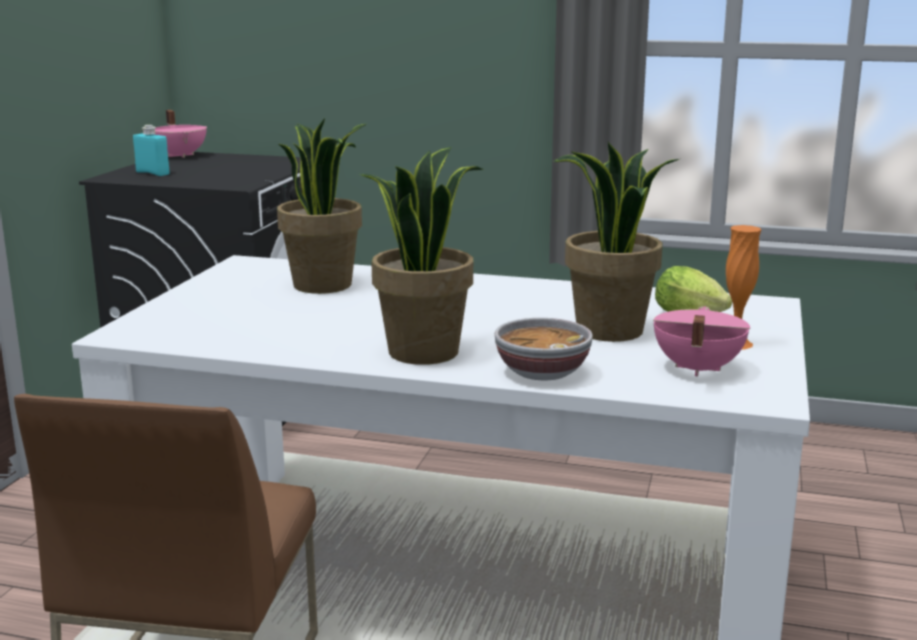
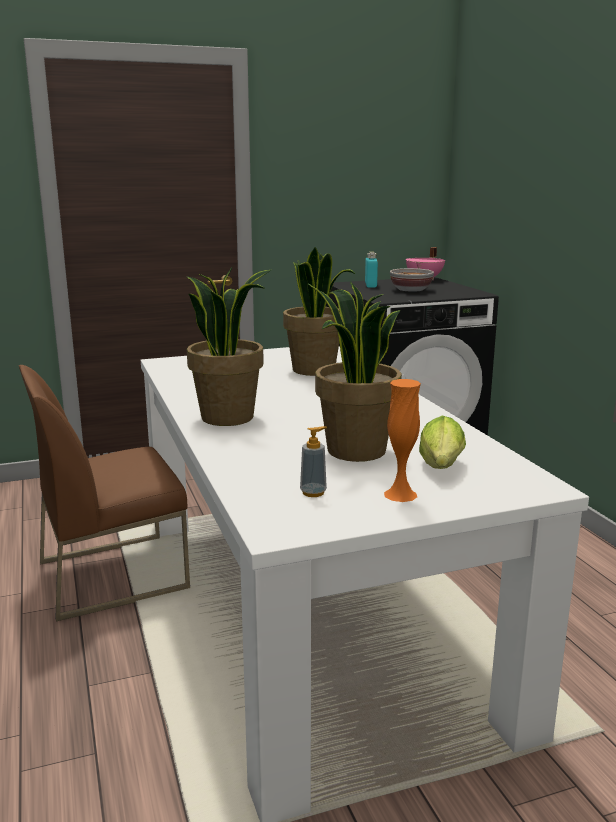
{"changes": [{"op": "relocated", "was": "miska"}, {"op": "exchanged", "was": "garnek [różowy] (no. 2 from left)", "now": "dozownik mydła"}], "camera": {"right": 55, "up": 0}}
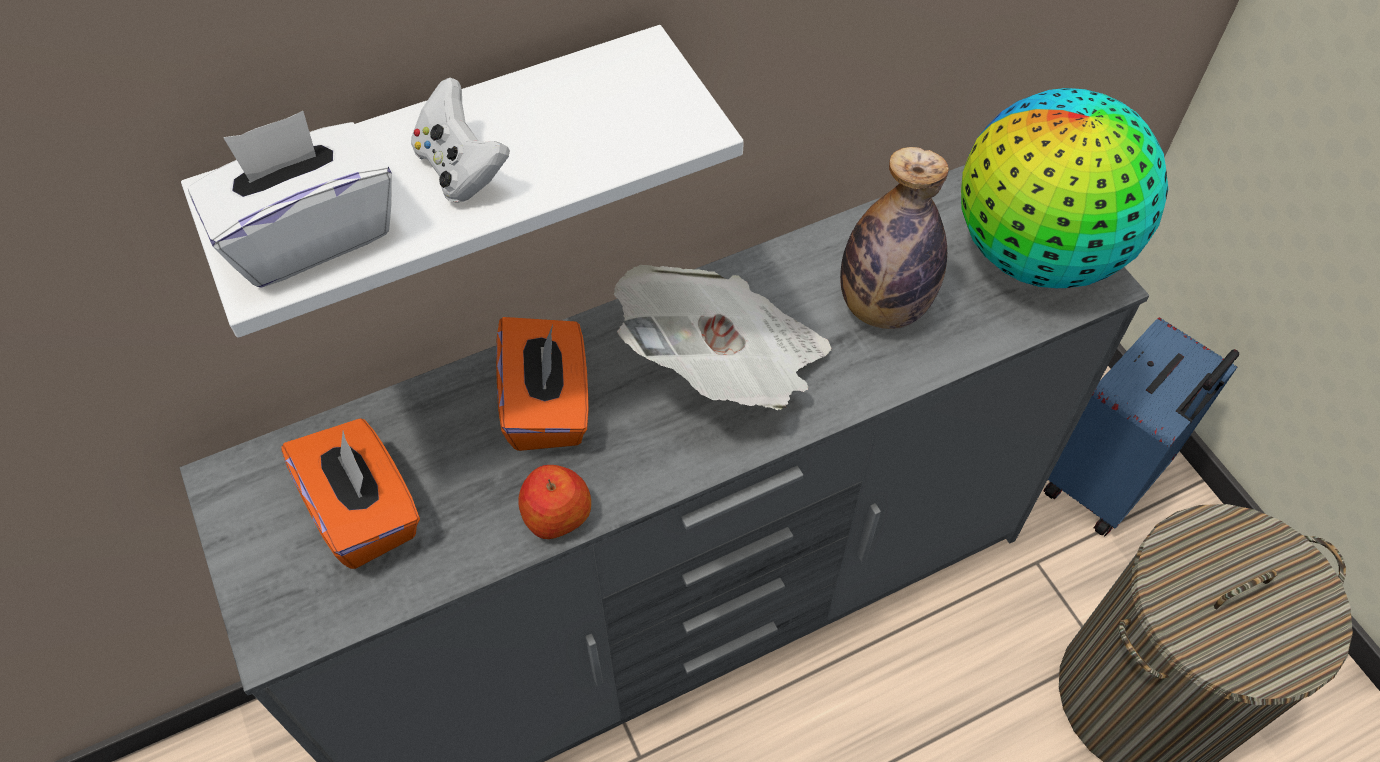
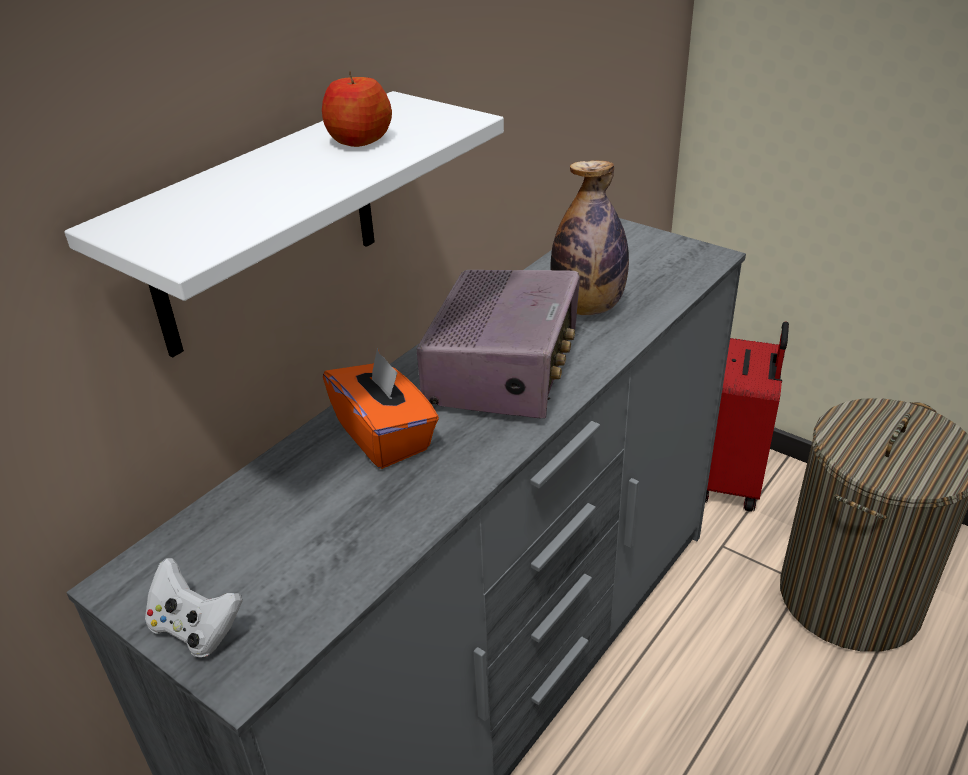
{"changes": [{"op": "missing", "was": "pudełko chusteczek [biały]"}, {"op": "missing", "was": "pudełko chusteczek [pomarańczowy] (no. 1 from left)"}, {"op": "missing", "was": "globus"}, {"op": "relocated", "was": "pad do gier [biały]"}, {"op": "relocated", "was": "jabłko"}, {"op": "exchanged", "was": "gazeta", "now": "radio"}, {"op": "colour", "was": "walizka [niebieski]", "now": "walizka [czerwony]"}], "camera": {"right": -25, "up": -20}}
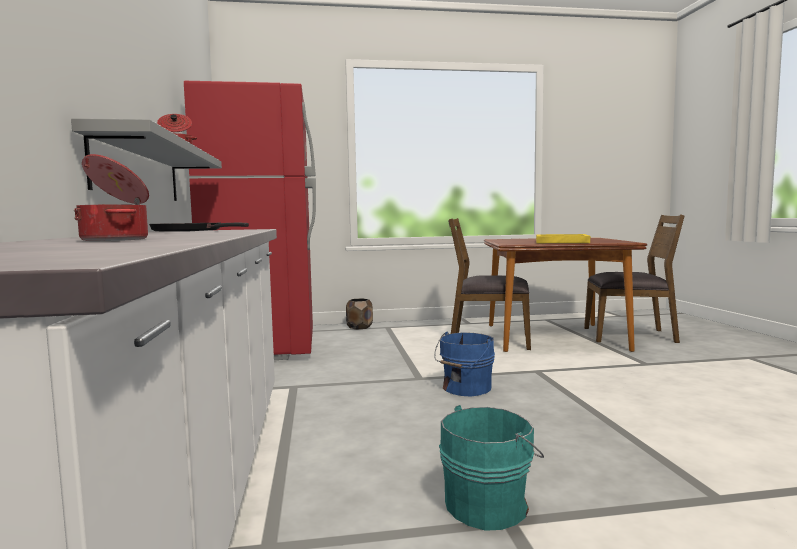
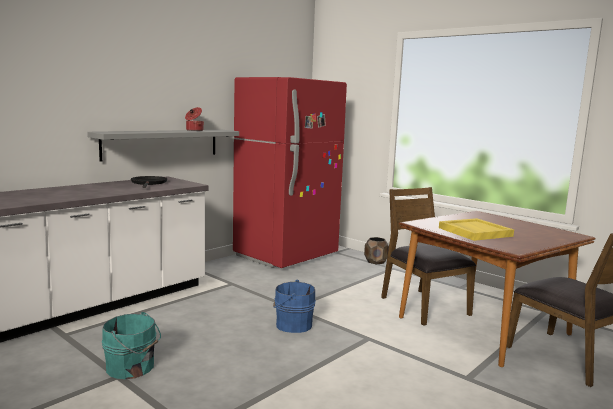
{"changes": [{"op": "missing", "was": "garnek (no. 1 from left)"}], "camera": {"right": 50, "up": 5}}
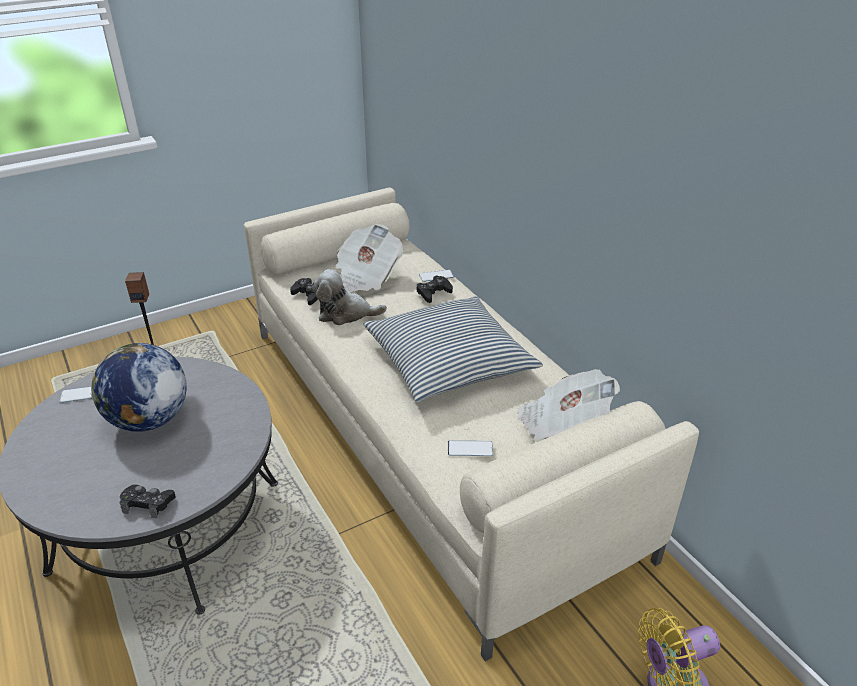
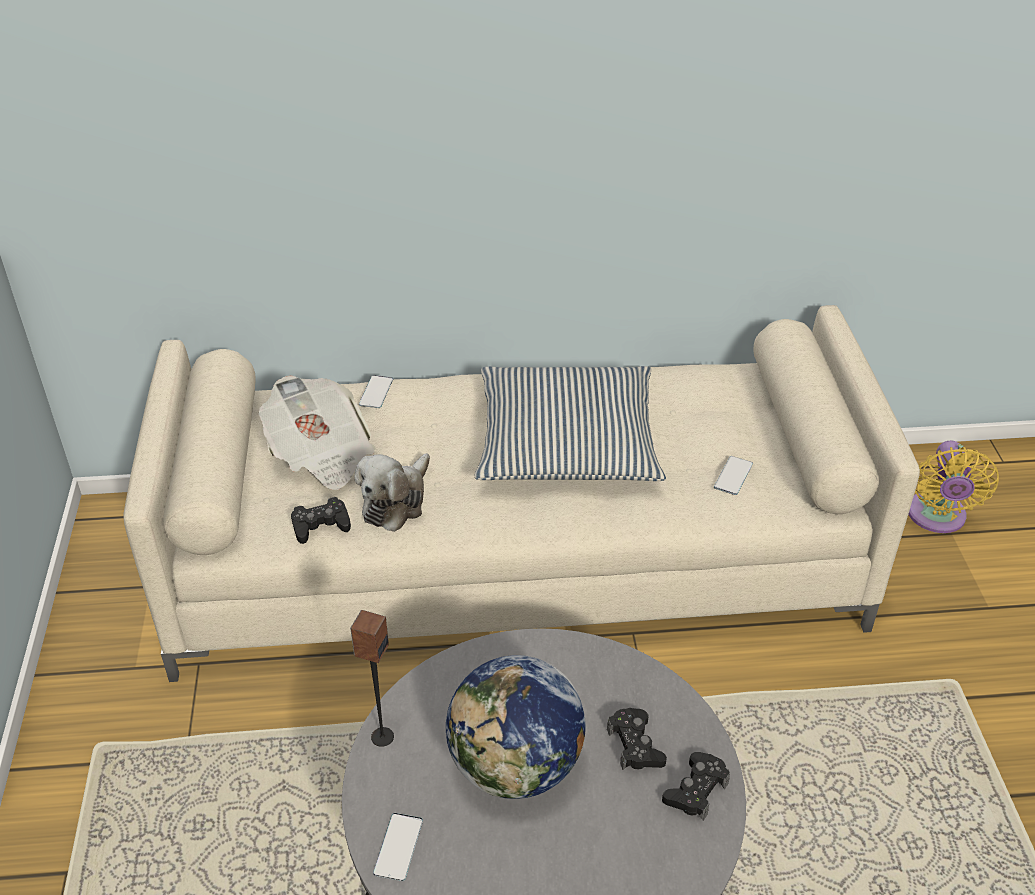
{"changes": [{"op": "missing", "was": "gazeta (no. 2 from left)"}, {"op": "relocated", "was": "pad do gier [czarny] (no. 3 from left in the first image)", "now": "pad do gier [czarny] (no. 2 from left)"}], "camera": {"right": -65, "up": 5}}
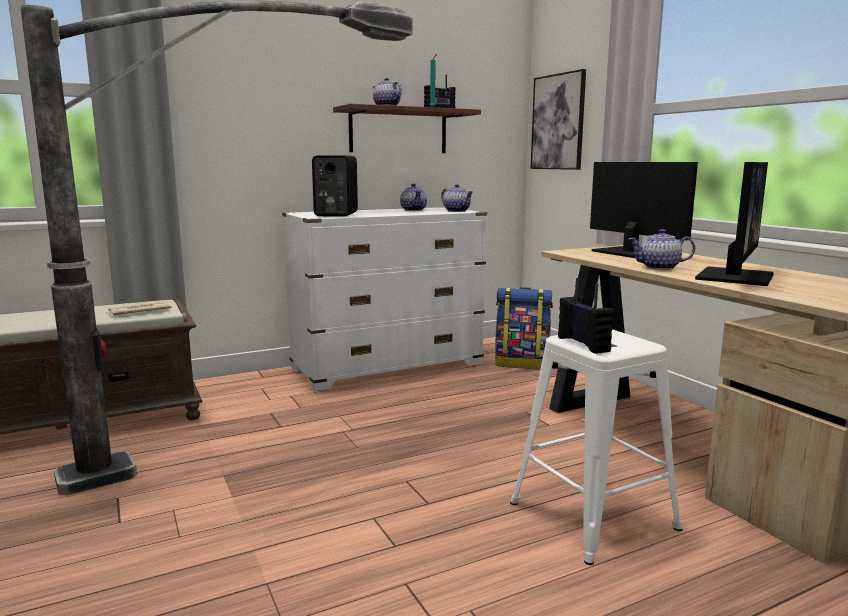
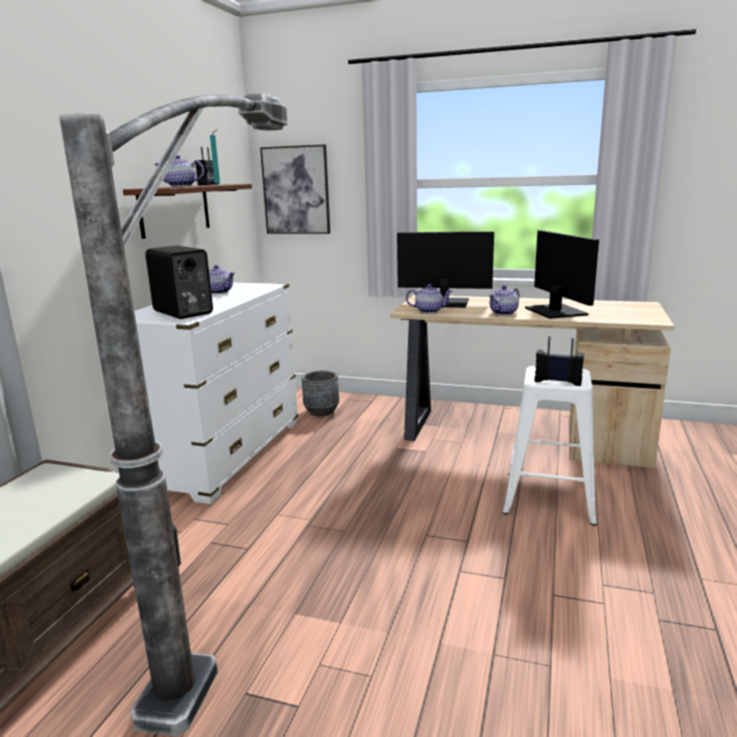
{"changes": [{"op": "missing", "was": "gazeta"}, {"op": "relocated", "was": "imbryk (no. 3 from left)"}, {"op": "exchanged", "was": "plecak", "now": "donica [szary]"}], "camera": {"right": -45, "up": 5}}
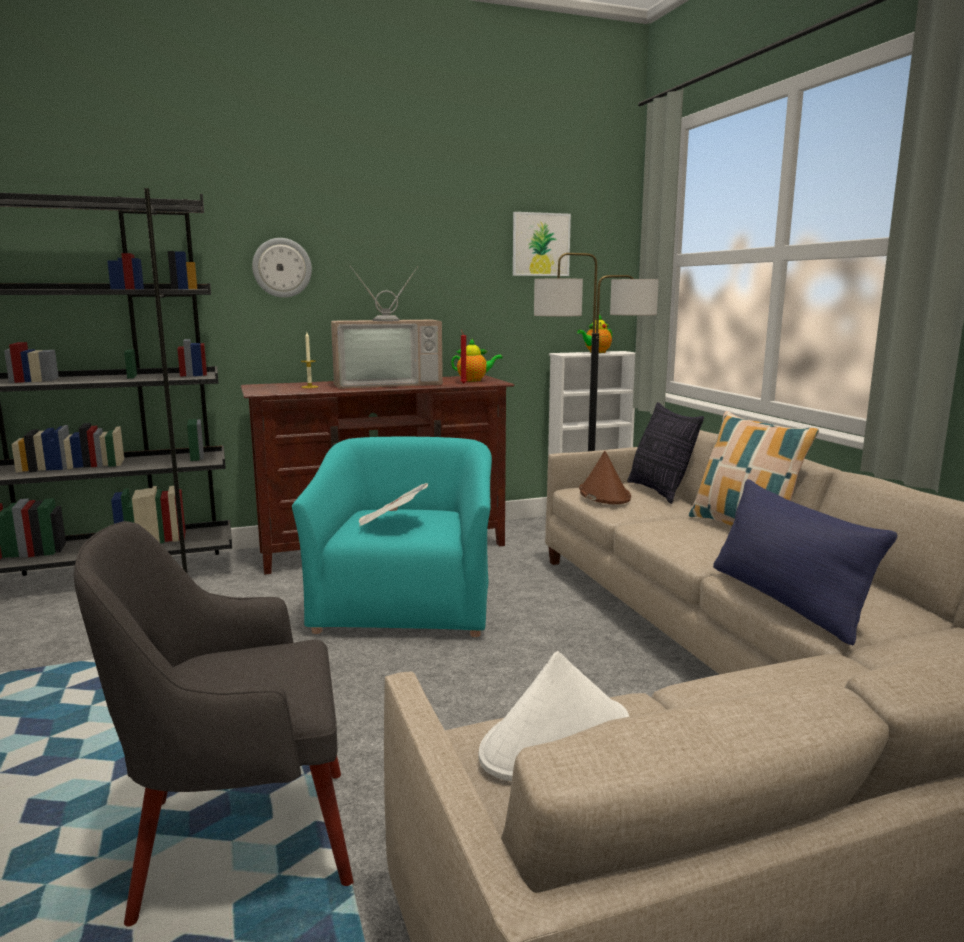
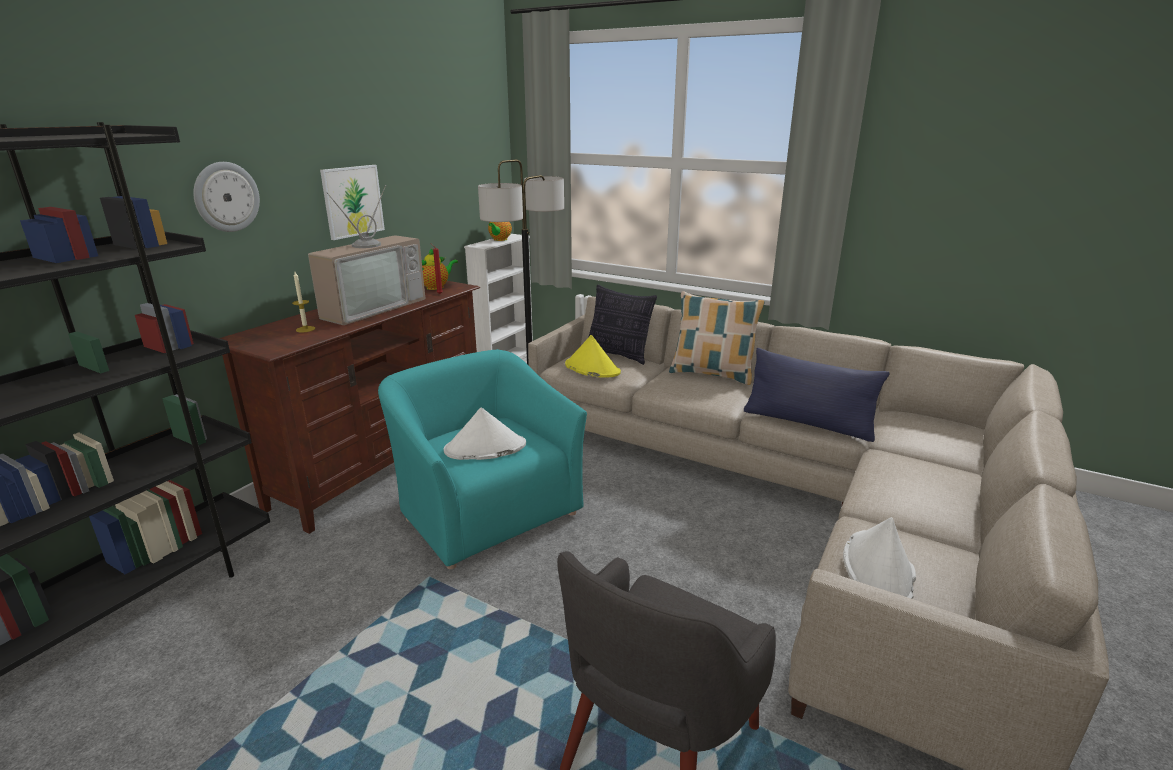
{"changes": [{"op": "relocated", "was": "obraz"}, {"op": "exchanged", "was": "gazeta", "now": "kapelusz [biały] (no. 1 from left)"}, {"op": "colour", "was": "kapelusz [brązowy]", "now": "kapelusz [żółty]"}], "camera": {"right": -40, "up": 10}}
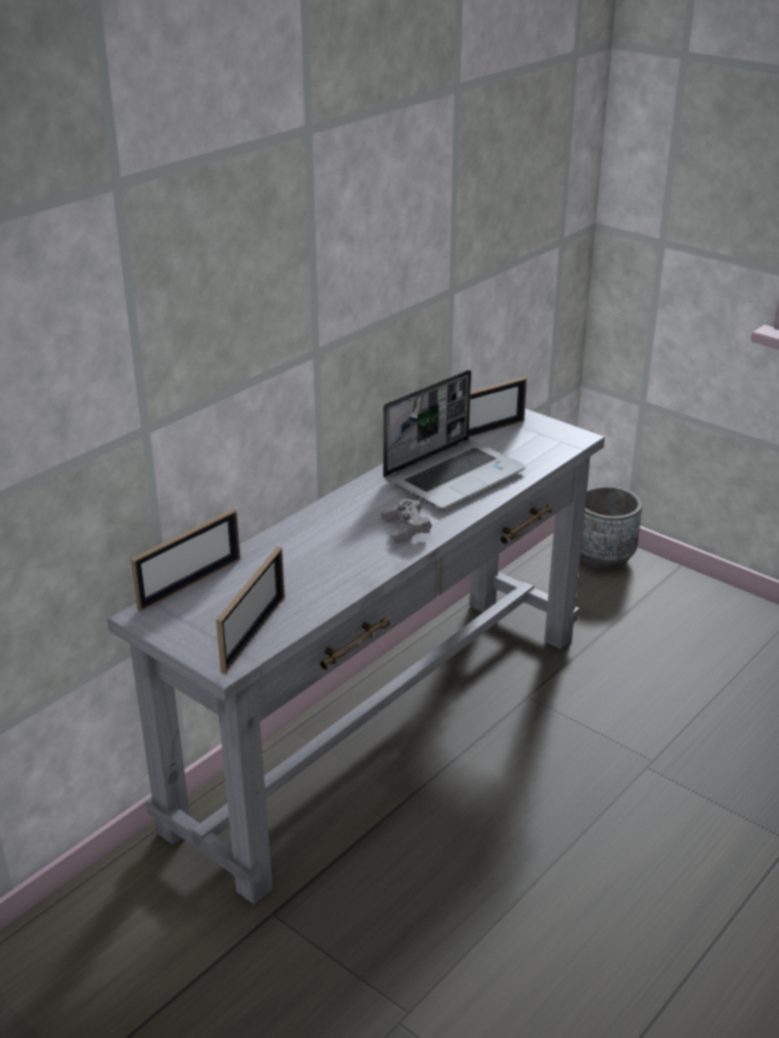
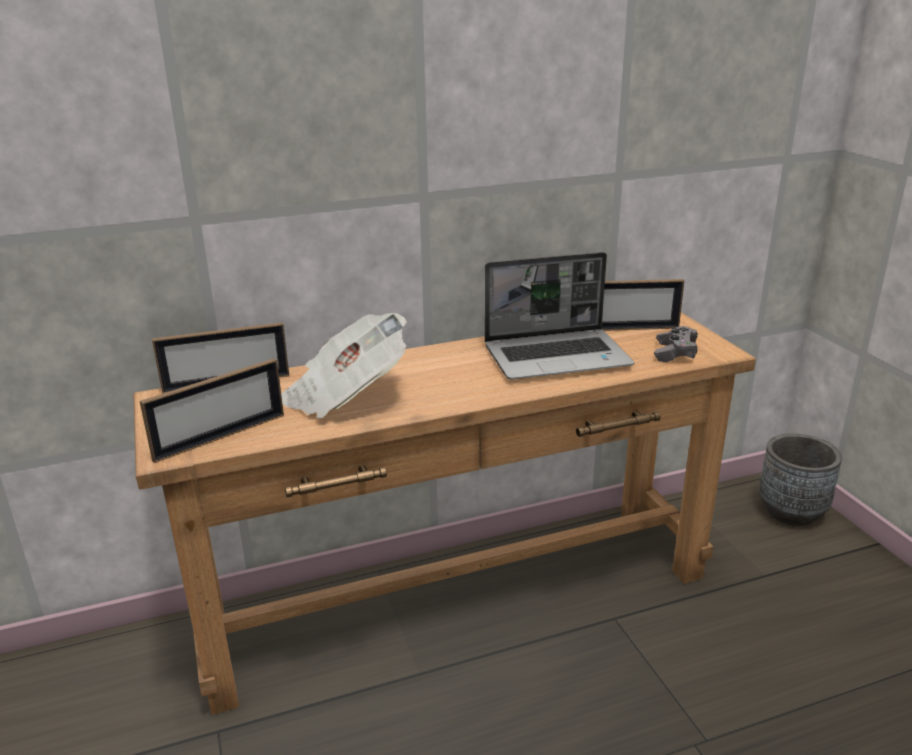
{"changes": [{"op": "appeared", "now": "gazeta"}, {"op": "relocated", "was": "pad do gier [szary]"}, {"op": "colour", "was": "stolik konsolowy [szary]", "now": "stolik konsolowy [brązowy]"}], "camera": {"right": 30, "up": -5}}
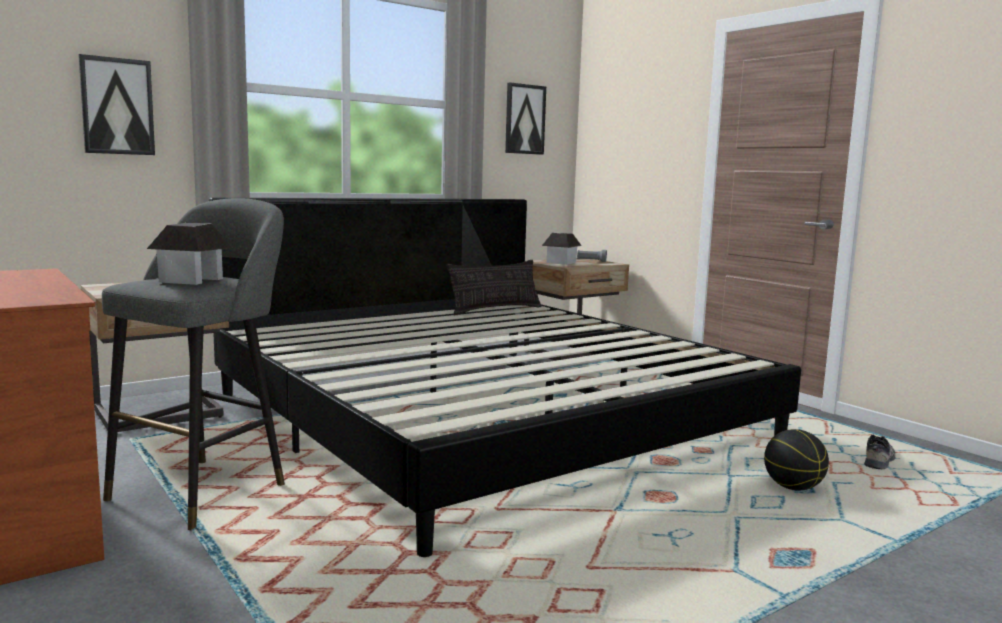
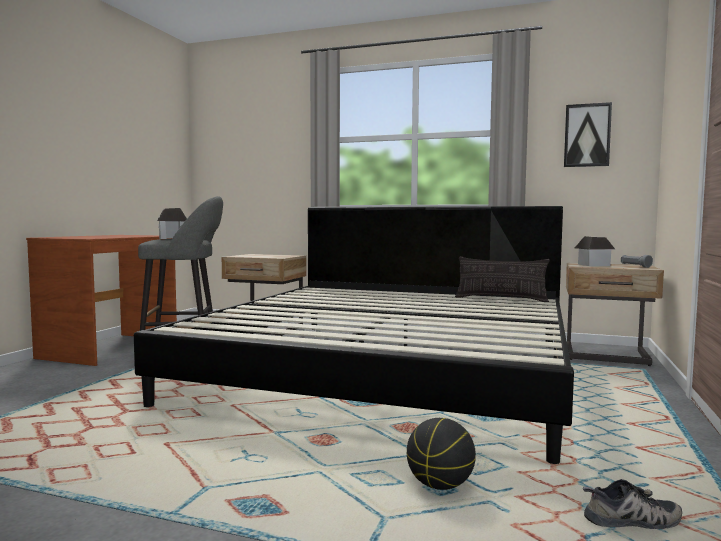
{"changes": [{"op": "missing", "was": "obraz (no. 1 from left)"}], "camera": {"right": 55, "up": -5}}
